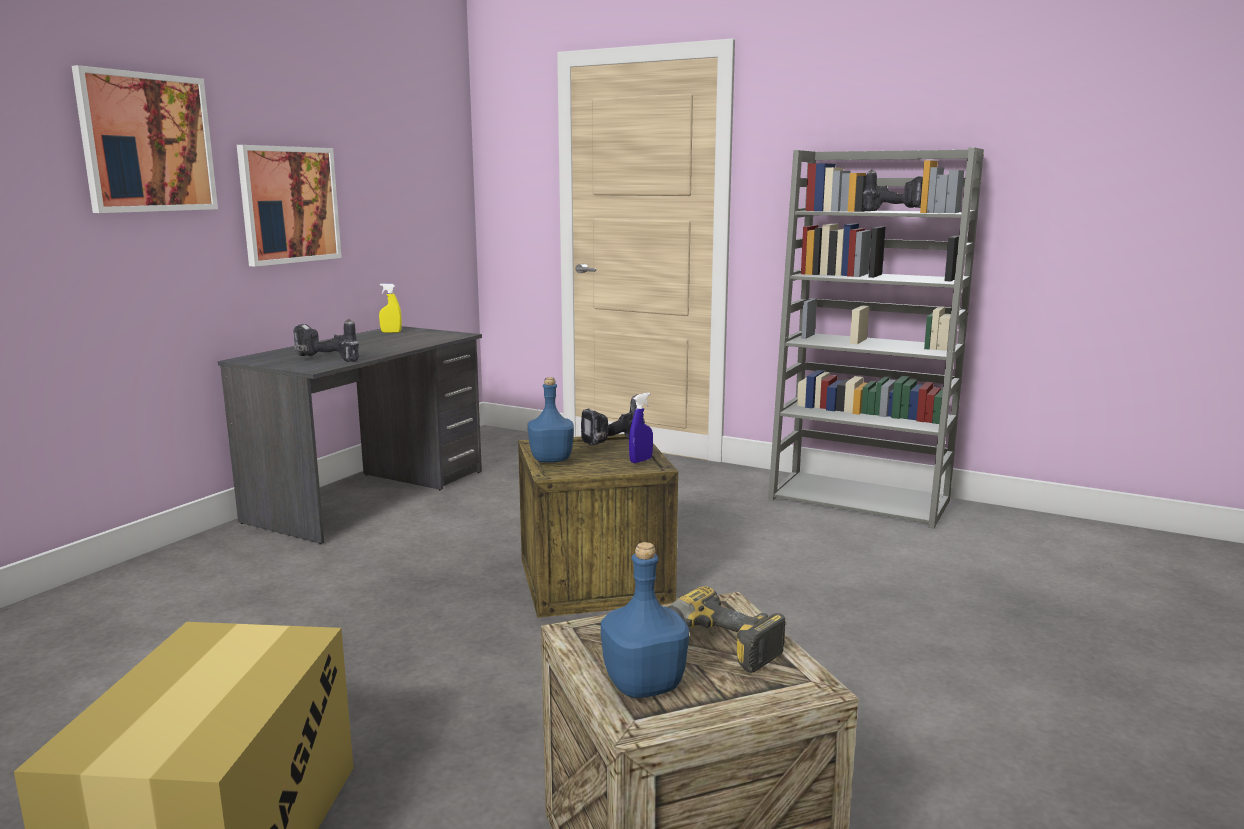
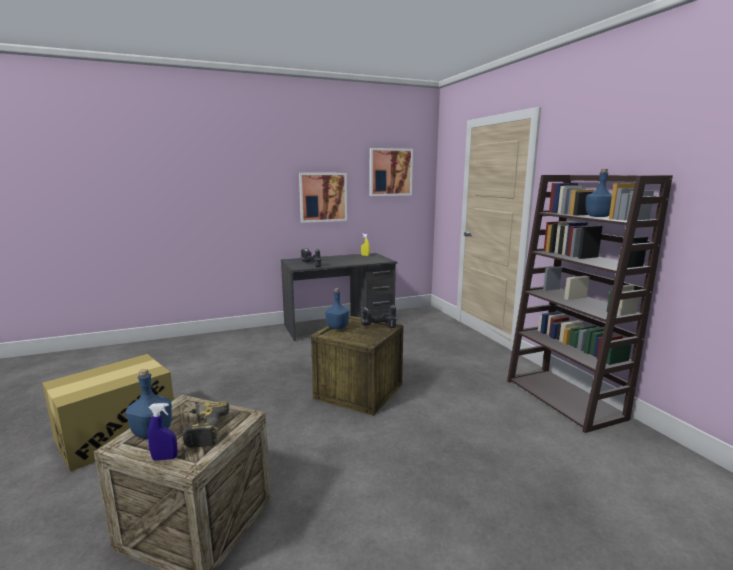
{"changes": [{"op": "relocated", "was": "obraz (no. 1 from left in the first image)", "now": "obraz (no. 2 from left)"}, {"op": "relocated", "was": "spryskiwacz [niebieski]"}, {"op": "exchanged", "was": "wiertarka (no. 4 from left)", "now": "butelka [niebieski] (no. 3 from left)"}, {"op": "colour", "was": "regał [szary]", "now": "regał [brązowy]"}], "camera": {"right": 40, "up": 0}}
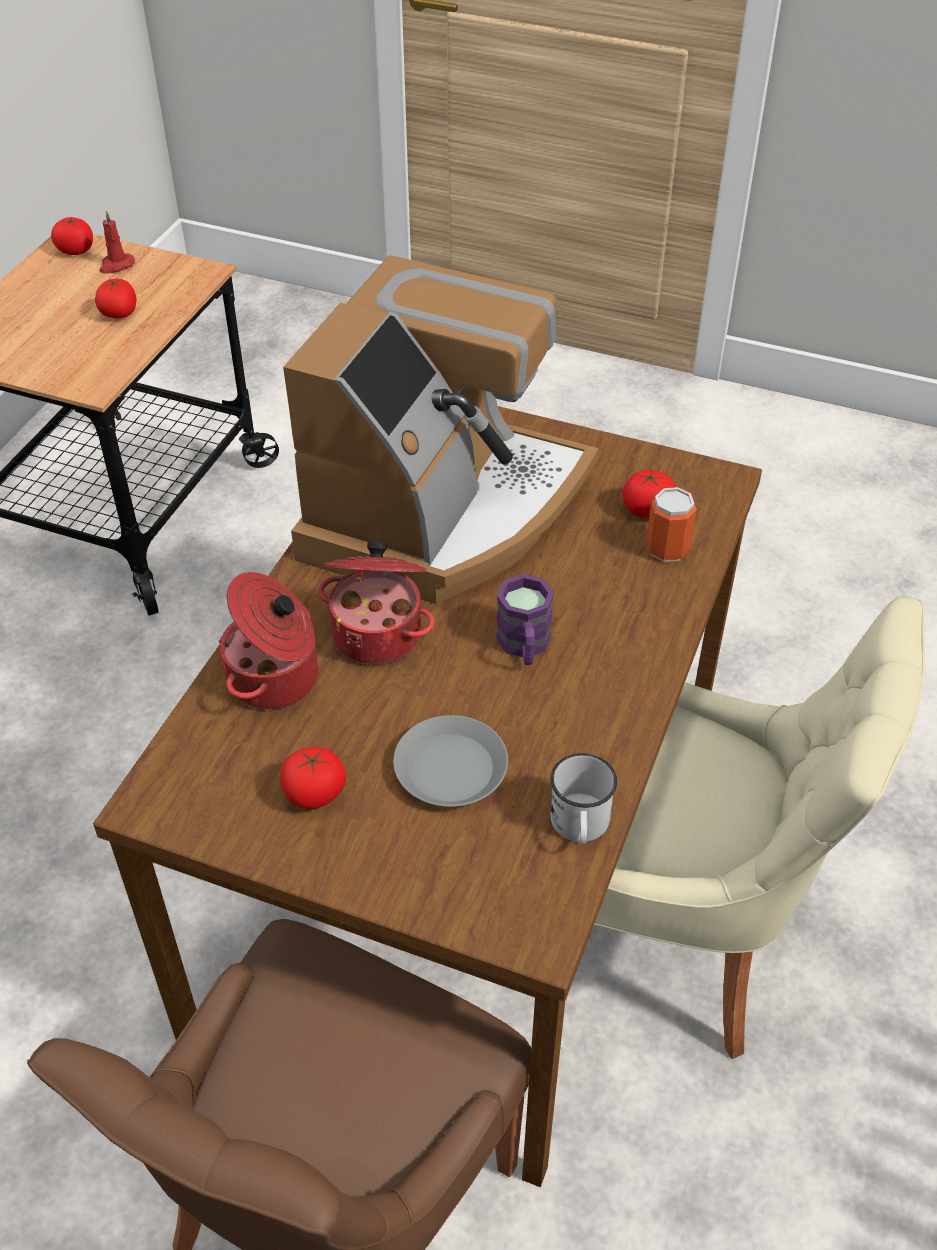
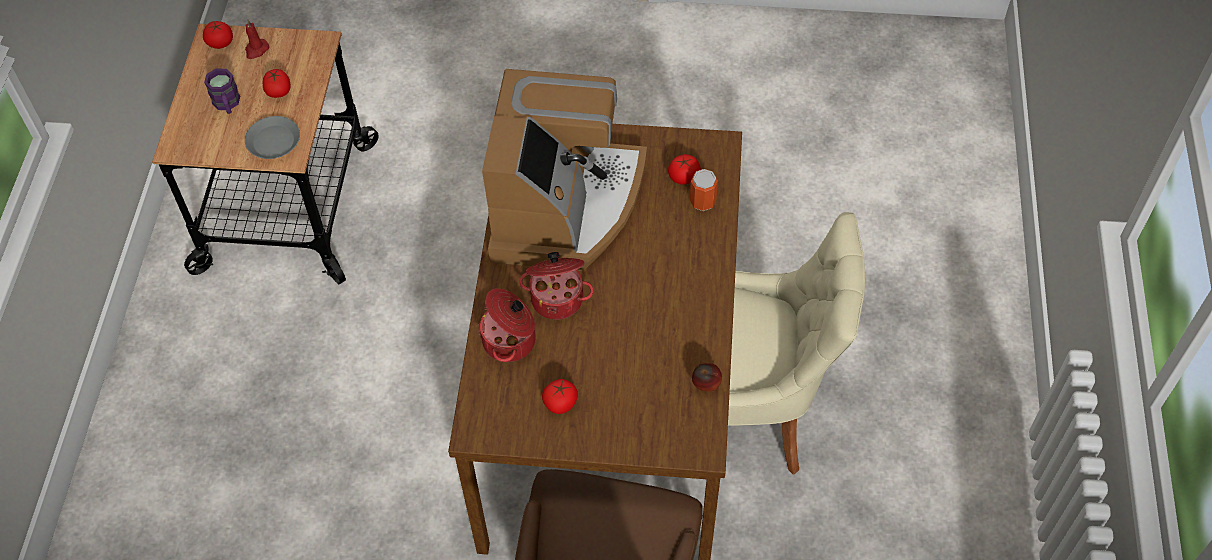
{"changes": [{"op": "relocated", "was": "talerz [szary]"}, {"op": "relocated", "was": "kubek [fioletowy]"}, {"op": "exchanged", "was": "kubek [biały]", "now": "jabłko"}], "camera": {"right": -15, "up": 10}}
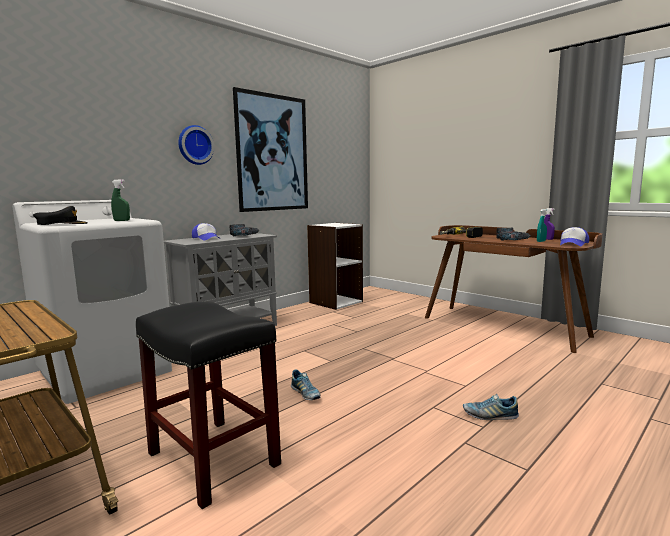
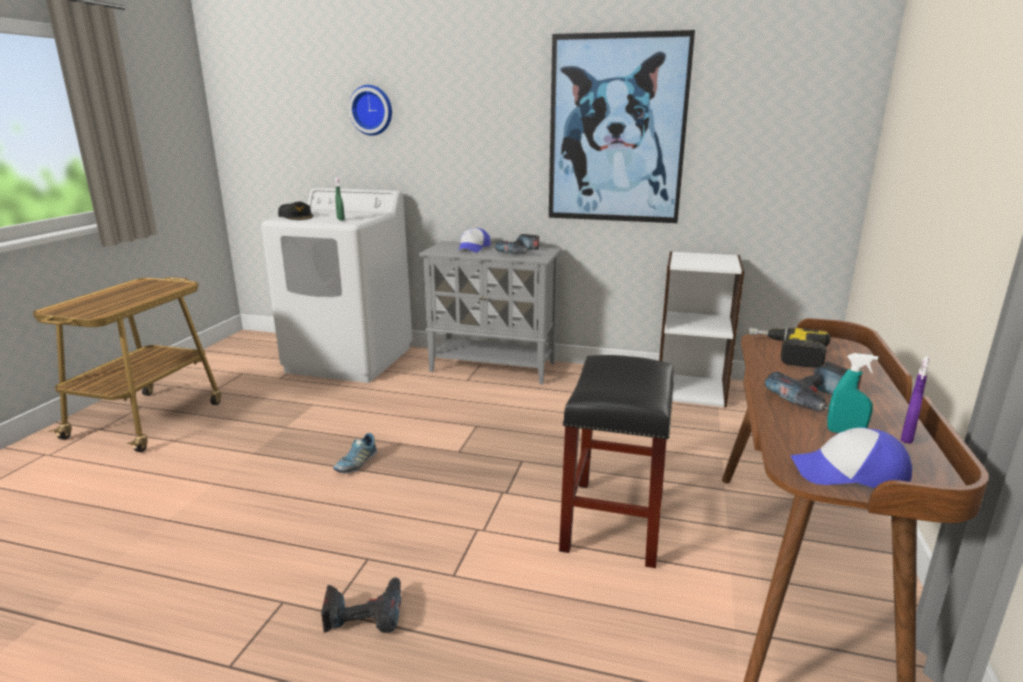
{"changes": [{"op": "relocated", "was": "stołek [czarny]"}, {"op": "relocated", "was": "zegar ścienny"}, {"op": "exchanged", "was": "but (no. 2 from left)", "now": "wiertarka (no. 1 from left)"}], "camera": {"right": 60, "up": 10}}
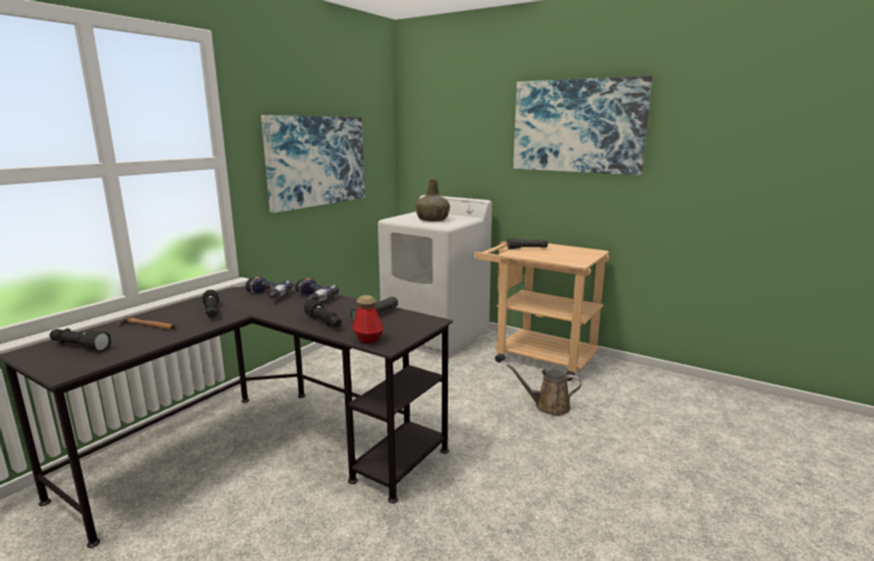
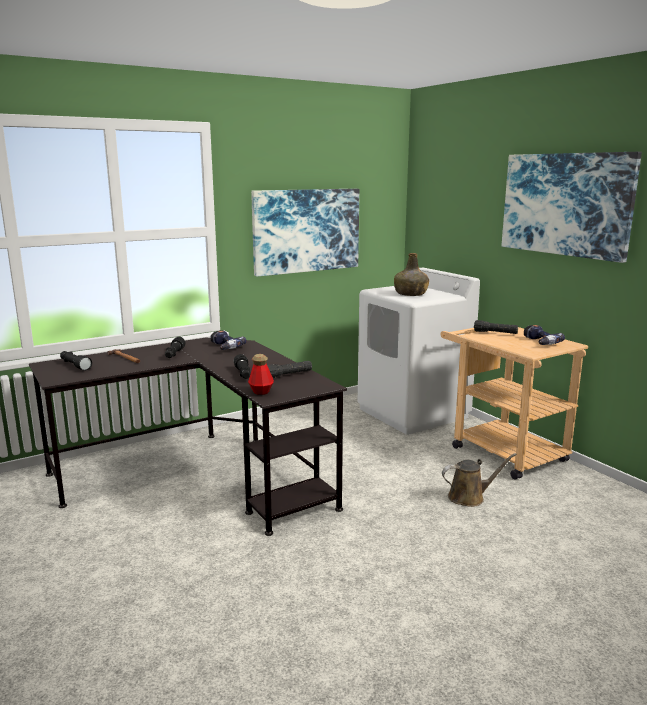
{"changes": [{"op": "relocated", "was": "wiertarka (no. 2 from left)"}, {"op": "spun", "was": "konewka [brązowy]", "clockwise": 135}], "camera": {"right": 25, "up": 0}}
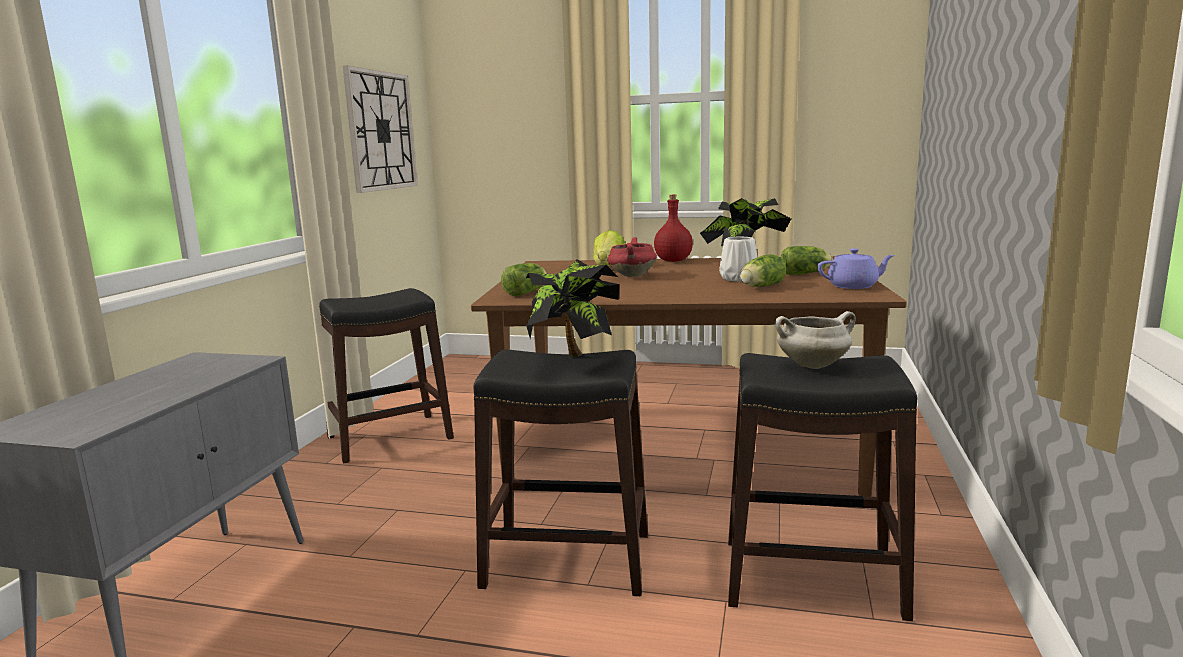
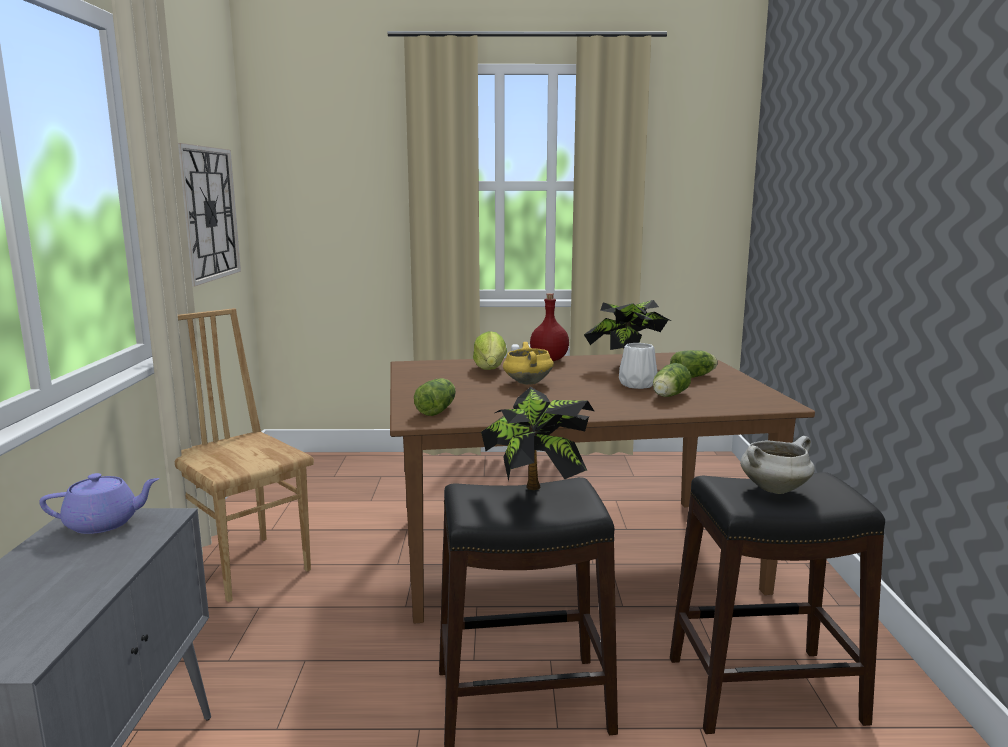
{"changes": [{"op": "relocated", "was": "imbryk [fioletowy]"}, {"op": "exchanged", "was": "stołek [czarny] (no. 1 from left)", "now": "krzesło [brązowy]"}, {"op": "colour", "was": "garnek [czerwony]", "now": "garnek [żółty]"}], "camera": {"right": -15, "up": 0}}
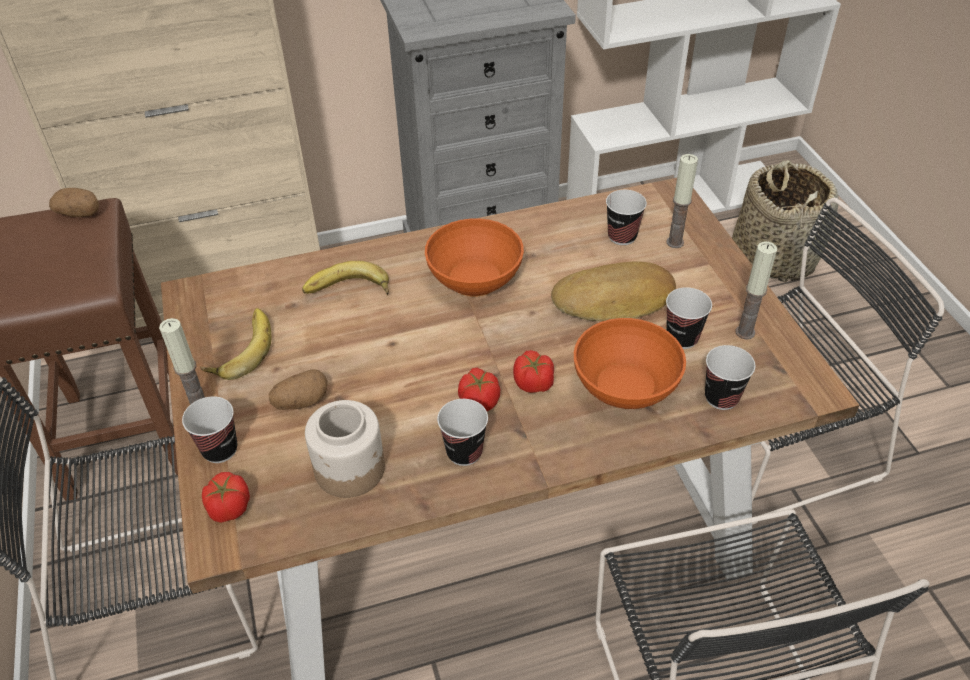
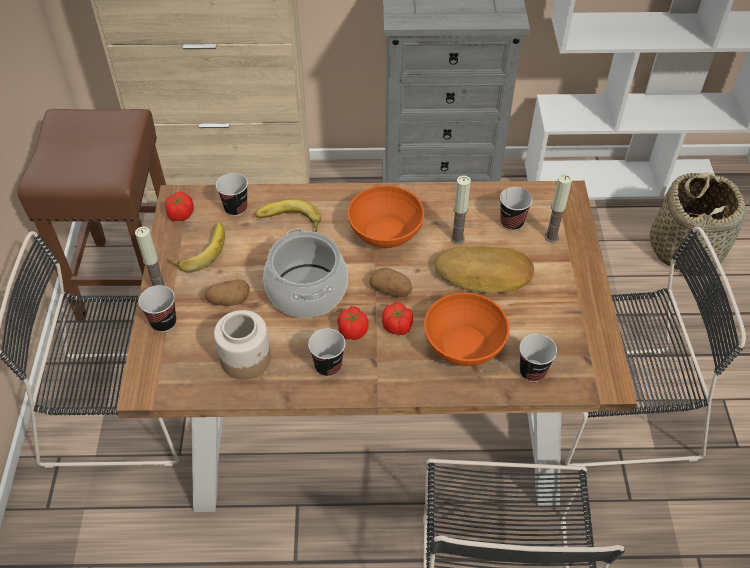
{"changes": [{"op": "appeared", "now": "garnek"}, {"op": "relocated", "was": "ziemniak (no. 1 from left in the first image)", "now": "ziemniak (no. 2 from left)"}, {"op": "relocated", "was": "pomidor (no. 1 from left)"}, {"op": "relocated", "was": "filiżanka (no. 4 from left in the first image)", "now": "filiżanka (no. 2 from left)"}, {"op": "relocated", "was": "świeca (no. 3 from left in the first image)", "now": "świeca (no. 2 from left)"}], "camera": {"right": 15, "up": 5}}
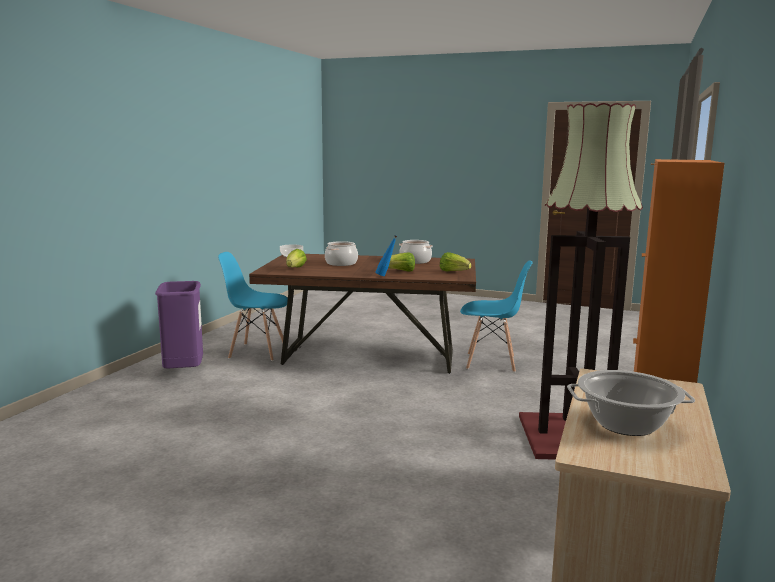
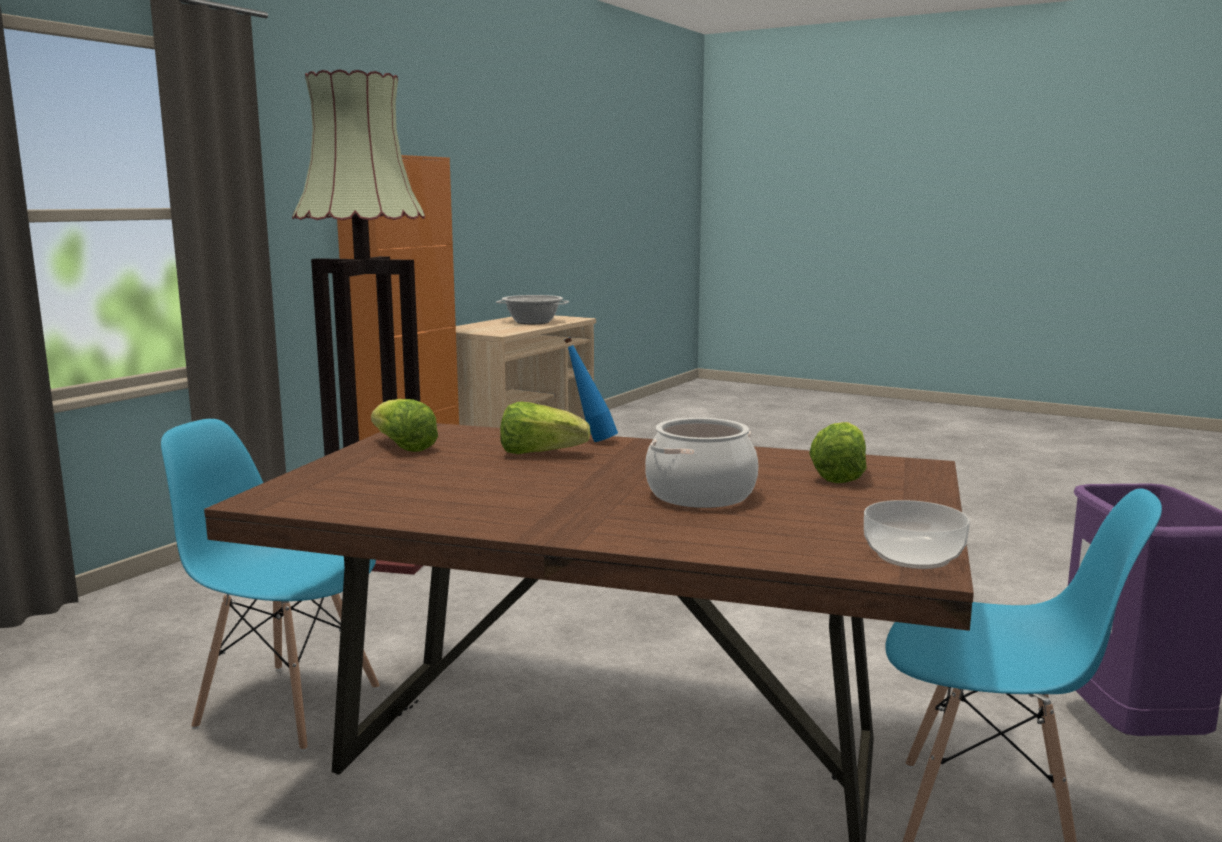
{"changes": [{"op": "missing", "was": "garnek (no. 2 from left)"}], "camera": {"right": -170, "up": 0}}
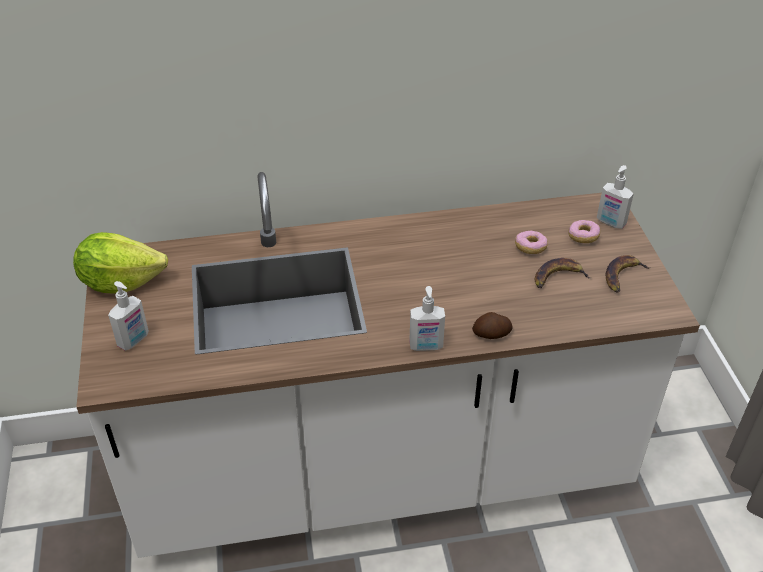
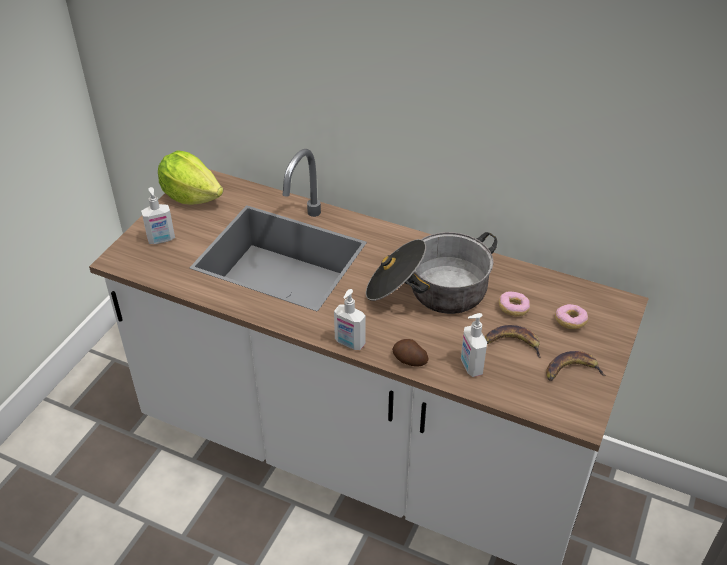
{"changes": [{"op": "appeared", "now": "garnek"}, {"op": "relocated", "was": "dozownik mydła (no. 3 from left)"}], "camera": {"right": 35, "up": 0}}
